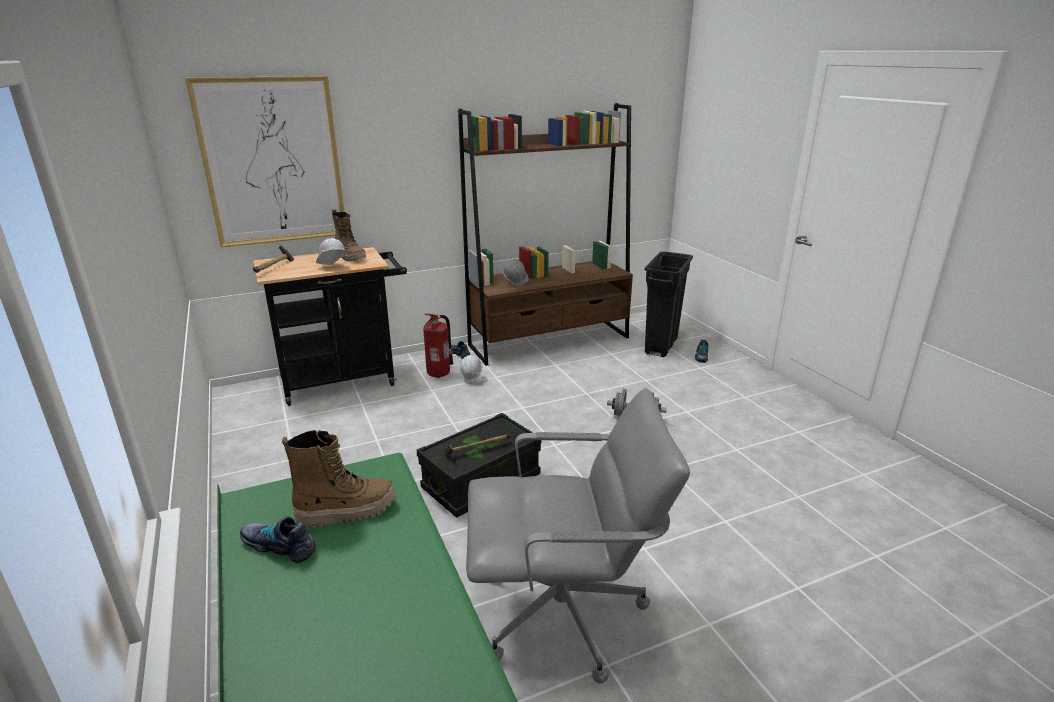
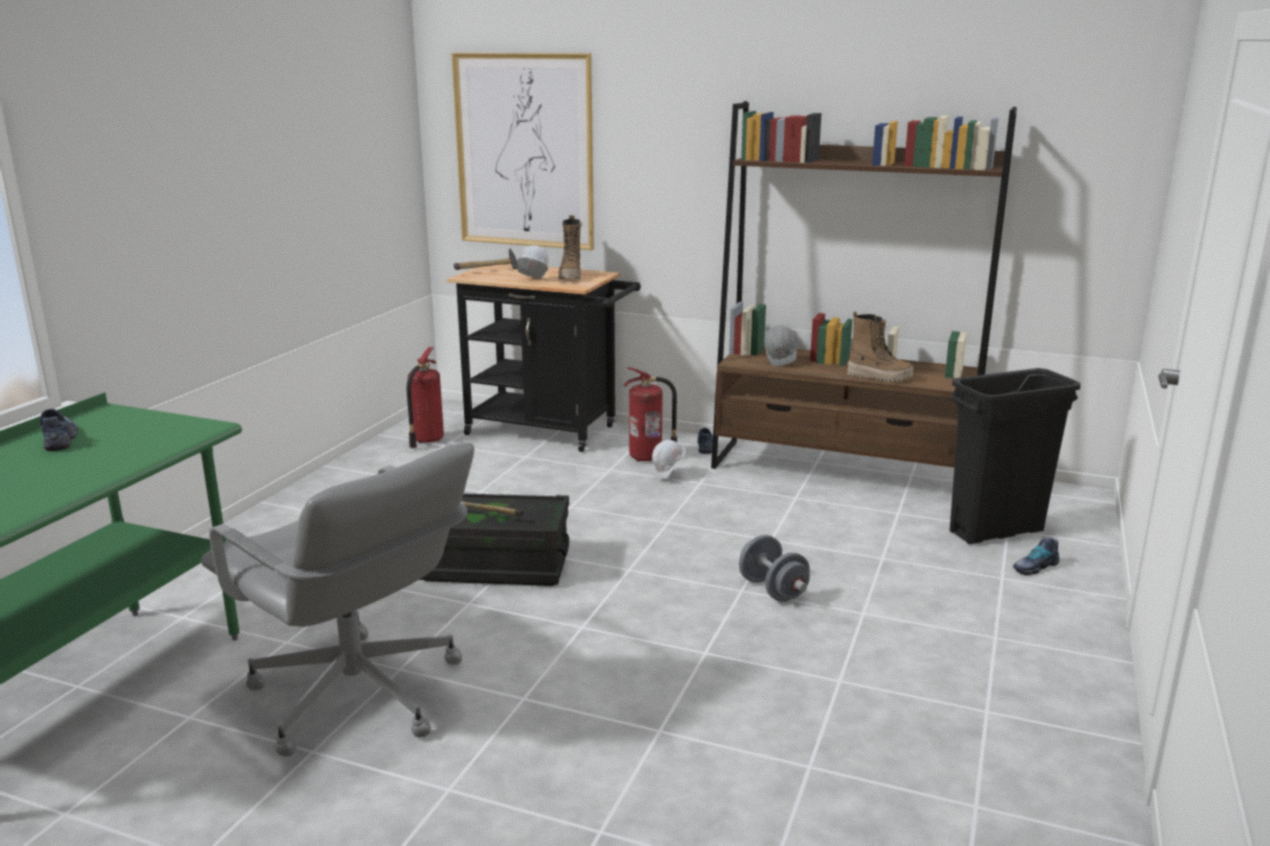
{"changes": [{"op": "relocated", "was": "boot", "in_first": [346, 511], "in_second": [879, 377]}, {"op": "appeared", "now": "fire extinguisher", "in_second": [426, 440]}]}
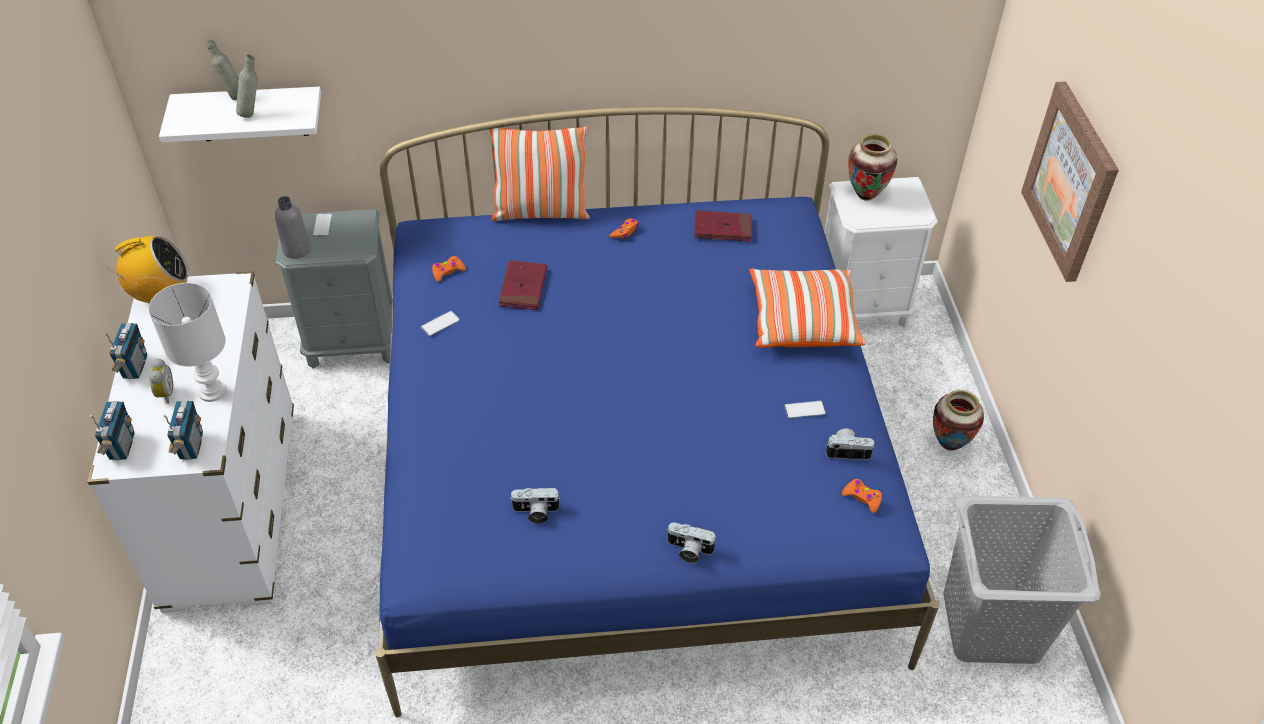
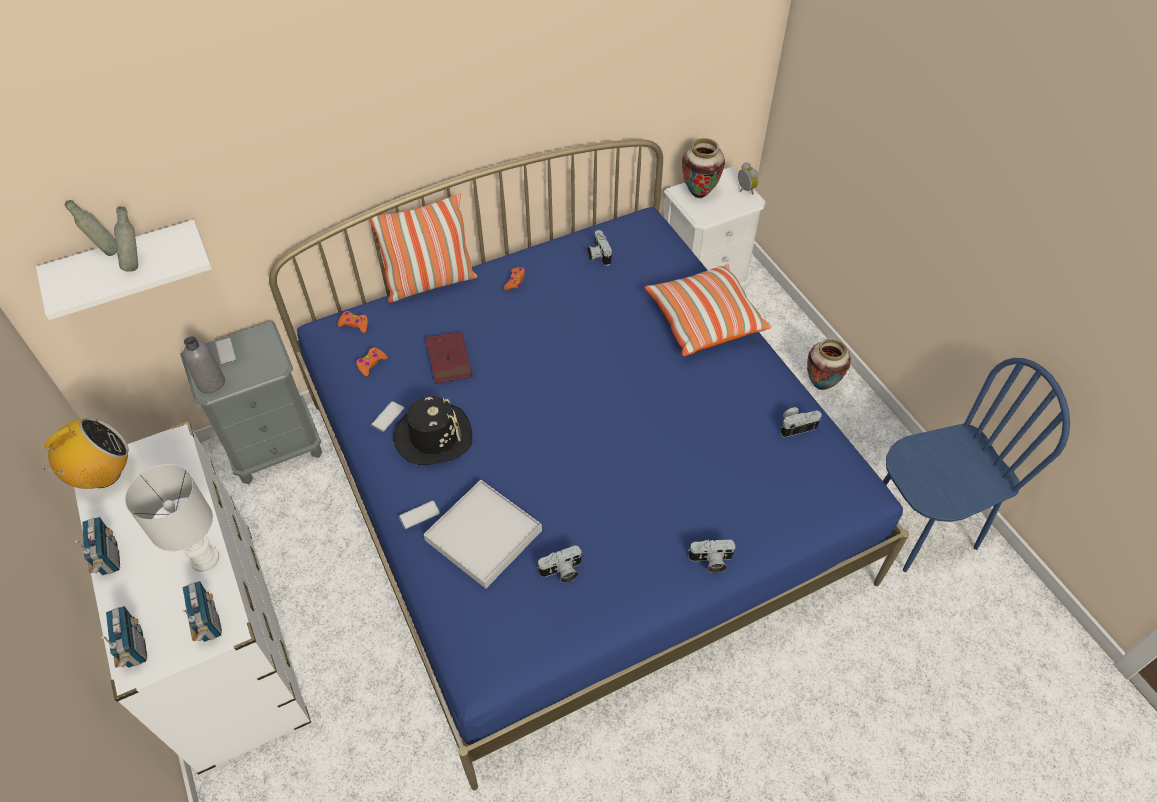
{"changes": [{"op": "missing", "was": "picture", "in_first": [1071, 181]}, {"op": "exchanged", "was": "red book", "now": "photo camera", "in_first": [722, 228], "in_second": [598, 255]}, {"op": "relocated", "was": "alarm clock", "in_first": [164, 394], "in_second": [744, 190]}, {"op": "relocated", "was": "phone", "in_first": [804, 409], "in_second": [419, 515]}, {"op": "relocated", "was": "orange game controller", "in_first": [862, 498], "in_second": [354, 324]}, {"op": "exchanged", "was": "grey laundry basket", "now": "blue chair", "in_first": [992, 626], "in_second": [920, 527]}, {"op": "appeared", "now": "black hat", "in_second": [433, 436]}, {"op": "appeared", "now": "white tray", "in_second": [483, 535]}]}
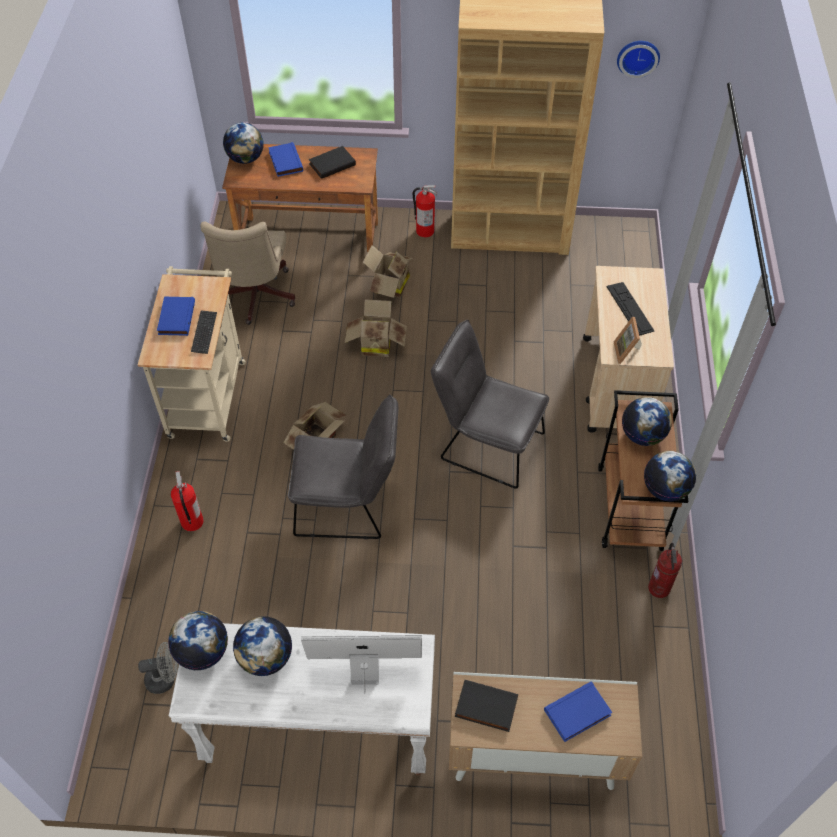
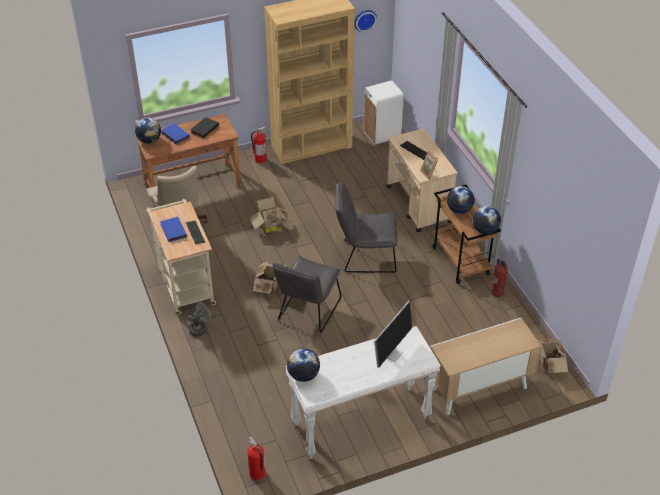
{"changes": [{"op": "relocated", "was": "cardboard box", "in_first": [389, 286], "in_second": [548, 364]}, {"op": "spun", "was": "grey chair", "in_first": [348, 505], "in_second": [307, 312], "clockwise": 135}, {"op": "relocated", "was": "fire extinguisher", "in_first": [191, 522], "in_second": [257, 474]}, {"op": "missing", "was": "globe", "in_first": [265, 658]}, {"op": "spun", "was": "monitor", "in_first": [364, 671], "in_second": [392, 353], "clockwise": 150}, {"op": "relocated", "was": "grey fan", "in_first": [165, 678], "in_second": [200, 329]}, {"op": "missing", "was": "black book", "in_first": [485, 708]}, {"op": "missing", "was": "blue book", "in_first": [577, 714]}, {"op": "appeared", "now": "white trash can", "in_second": [382, 134]}]}
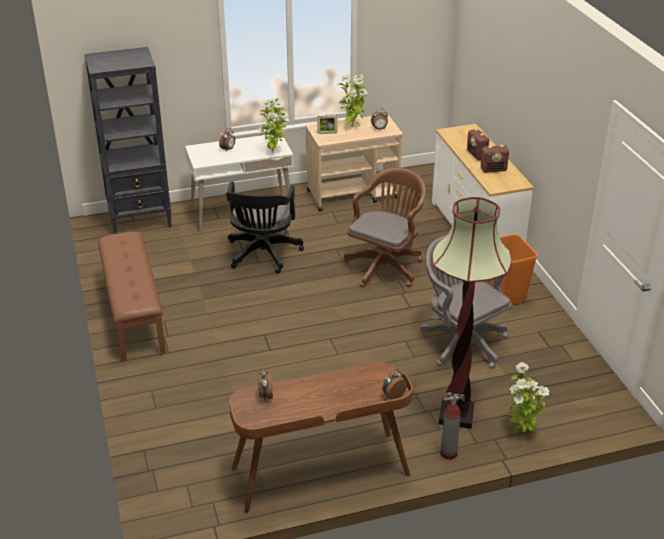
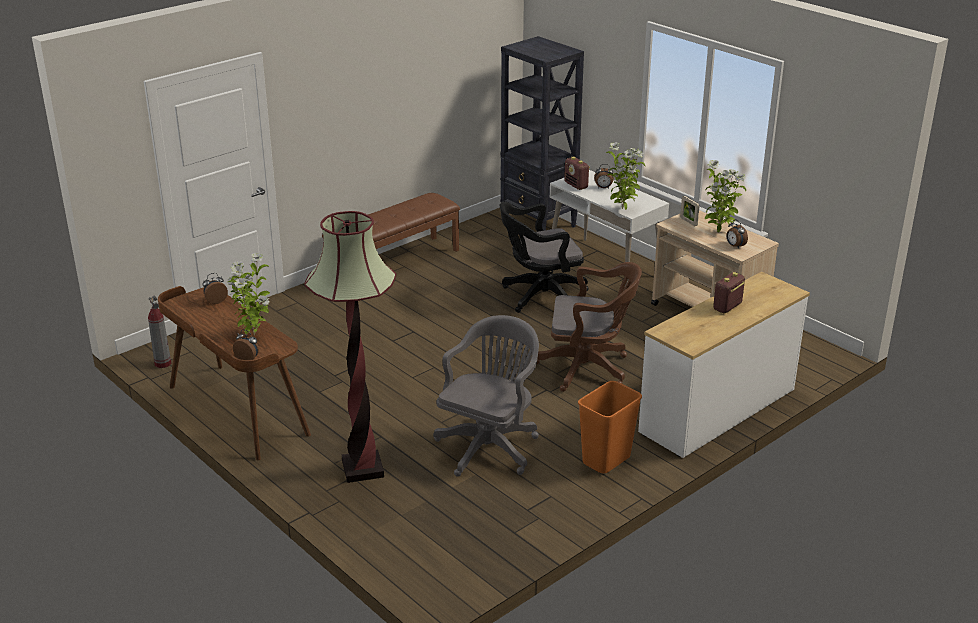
{"changes": [{"op": "relocated", "was": "radio", "in_first": [493, 170], "in_second": [576, 185]}, {"op": "relocated", "was": "potted plant", "in_first": [521, 432], "in_second": [253, 335]}, {"op": "relocated", "was": "fire extinguisher", "in_first": [448, 453], "in_second": [163, 363]}]}
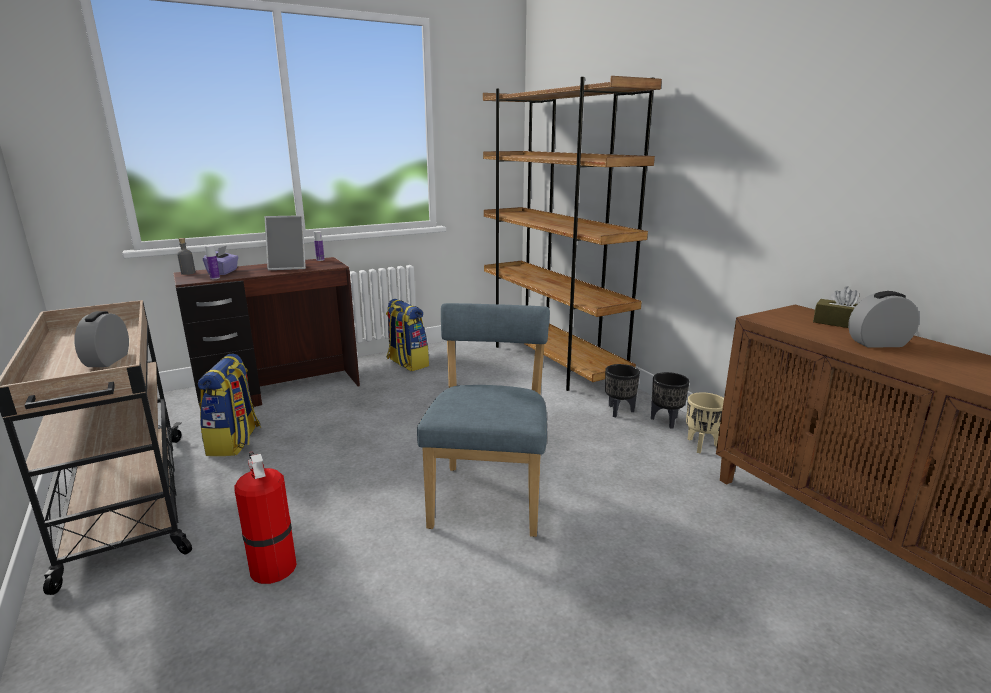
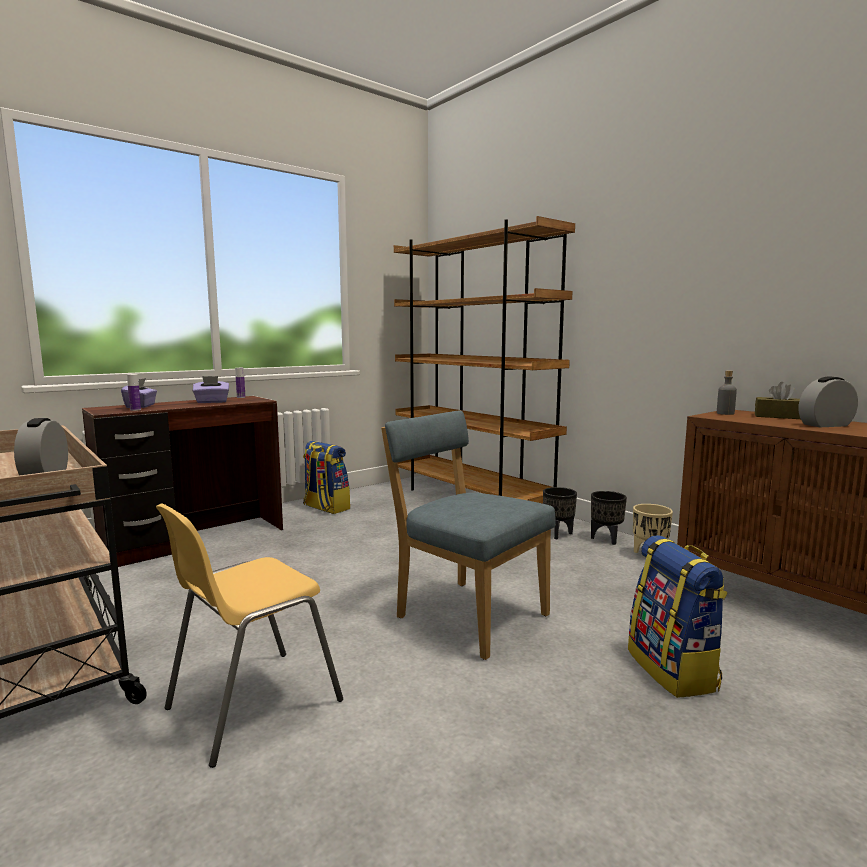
{"changes": [{"op": "exchanged", "was": "picture frame", "now": "purple tissue box", "in_first": [289, 267], "in_second": [212, 402]}, {"op": "relocated", "was": "grey bottle", "in_first": [188, 273], "in_second": [725, 413]}, {"op": "spun", "was": "blue chair", "in_first": [489, 495], "in_second": [466, 614], "clockwise": -45}, {"op": "relocated", "was": "backpack", "in_first": [234, 442], "in_second": [673, 670]}, {"op": "exchanged", "was": "fire extinguisher", "now": "yellow chair", "in_first": [272, 566], "in_second": [251, 704]}]}
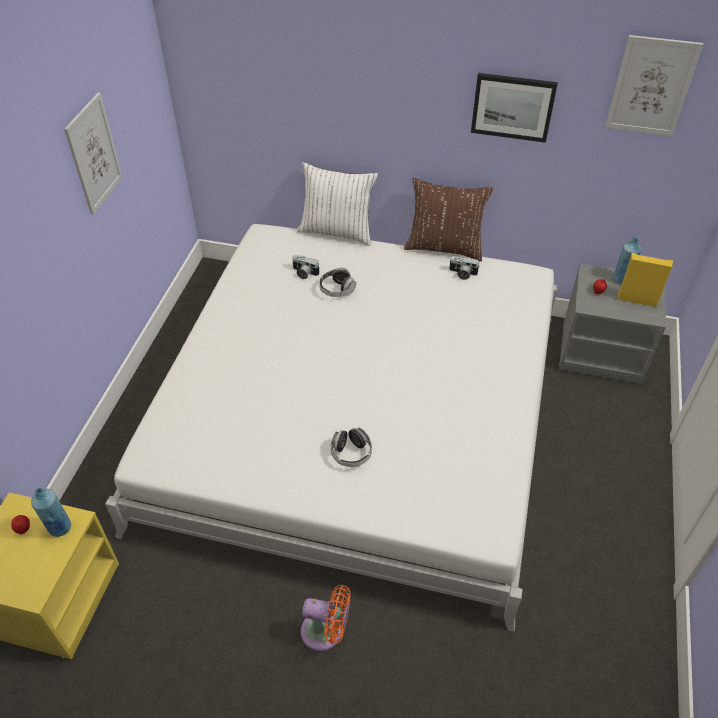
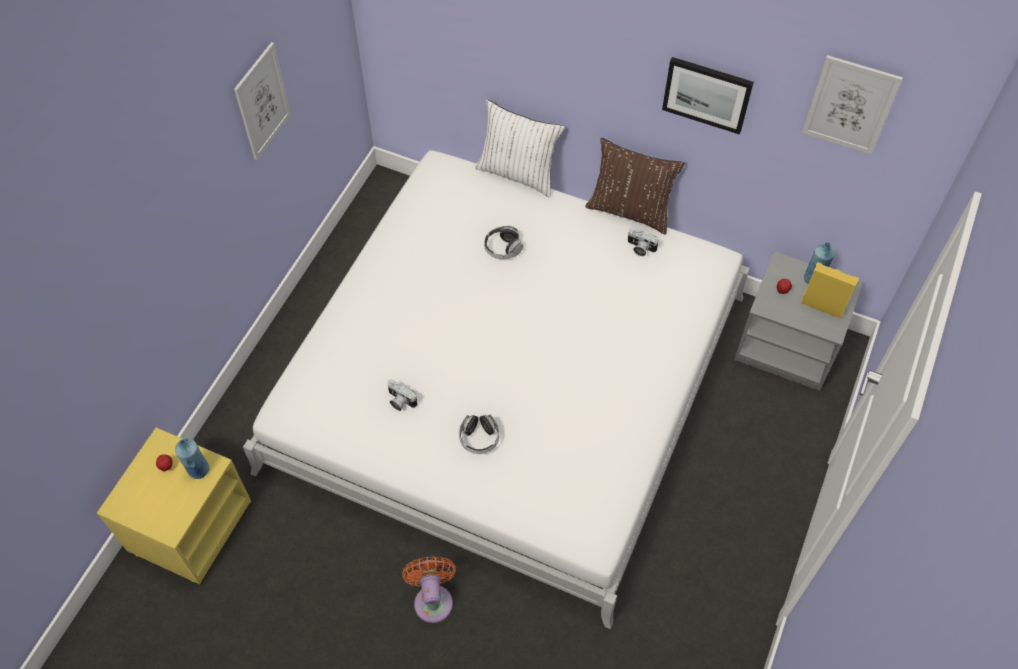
{"changes": [{"op": "relocated", "was": "photo camera", "in_first": [304, 273], "in_second": [400, 401]}, {"op": "spun", "was": "orange fan", "in_first": [326, 632], "in_second": [433, 599], "clockwise": -120}]}
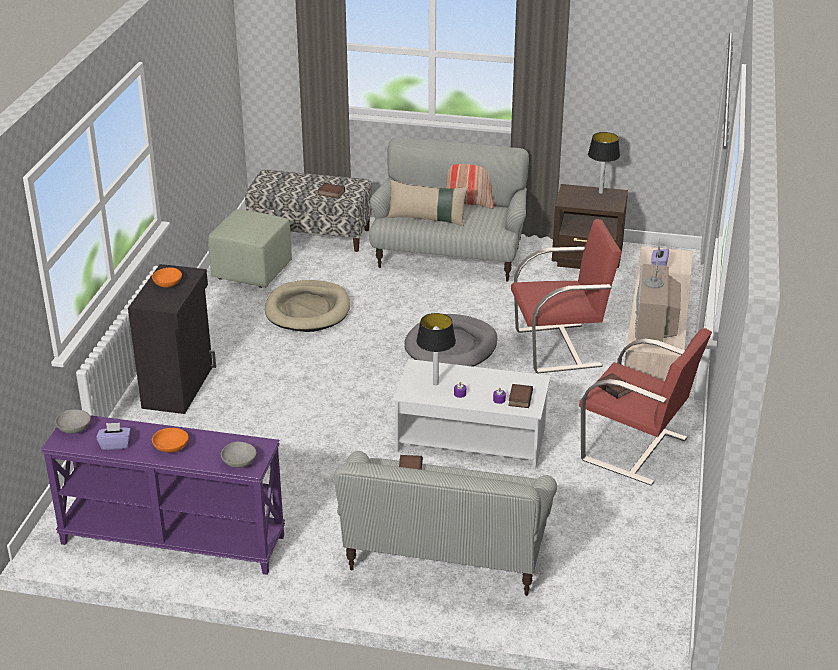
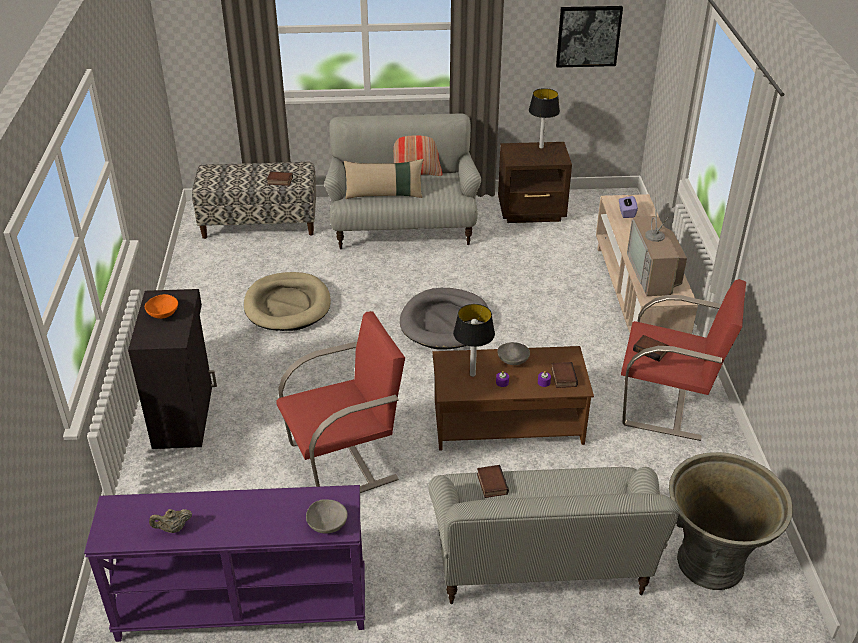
{"changes": [{"op": "missing", "was": "green ottoman", "in_first": [252, 271]}, {"op": "relocated", "was": "red armchair", "in_first": [559, 348], "in_second": [344, 460]}, {"op": "colour", "was": "white coffee table", "now": "brown coffee table", "in_first": [470, 439], "in_second": [506, 421]}, {"op": "relocated", "was": "grey bowl", "in_first": [74, 429], "in_second": [512, 361]}, {"op": "exchanged", "was": "purple tissue box", "now": "beige teapot", "in_first": [115, 444], "in_second": [173, 529]}, {"op": "missing", "was": "orange bowl", "in_first": [171, 447]}, {"op": "appeared", "now": "picture", "in_second": [588, 36]}, {"op": "appeared", "now": "grey planter", "in_second": [711, 565]}]}
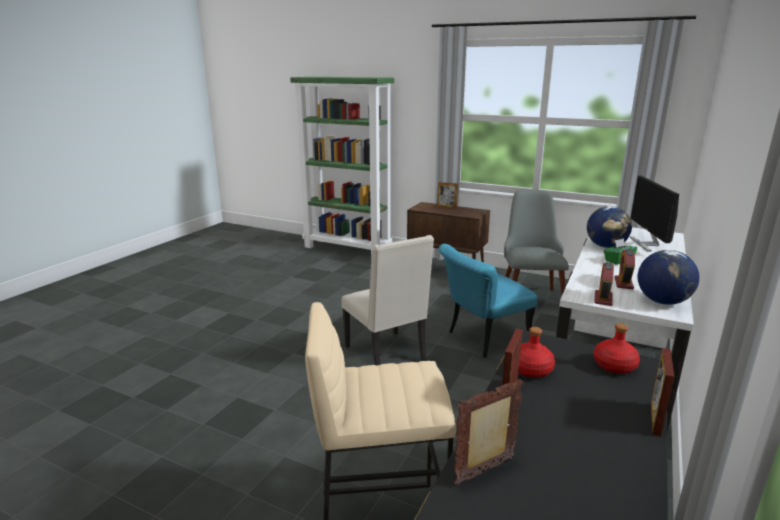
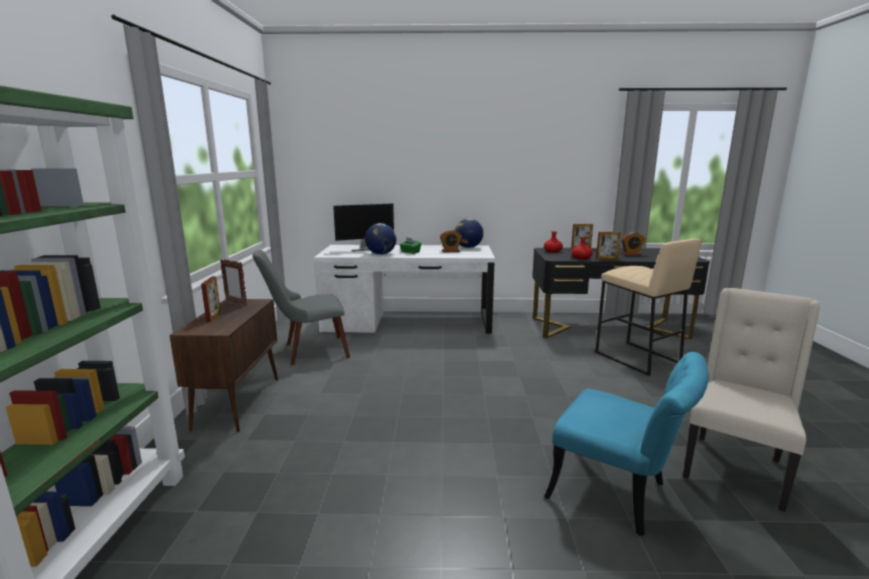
{"changes": [{"op": "relocated", "was": "beige chair", "in_first": [387, 354], "in_second": [734, 468]}, {"op": "relocated", "was": "turquoise chair", "in_first": [482, 339], "in_second": [619, 495]}, {"op": "relocated", "was": "alarm clock", "in_first": [603, 299], "in_second": [631, 254]}, {"op": "relocated", "was": "picture frame", "in_first": [485, 471], "in_second": [236, 303]}]}
